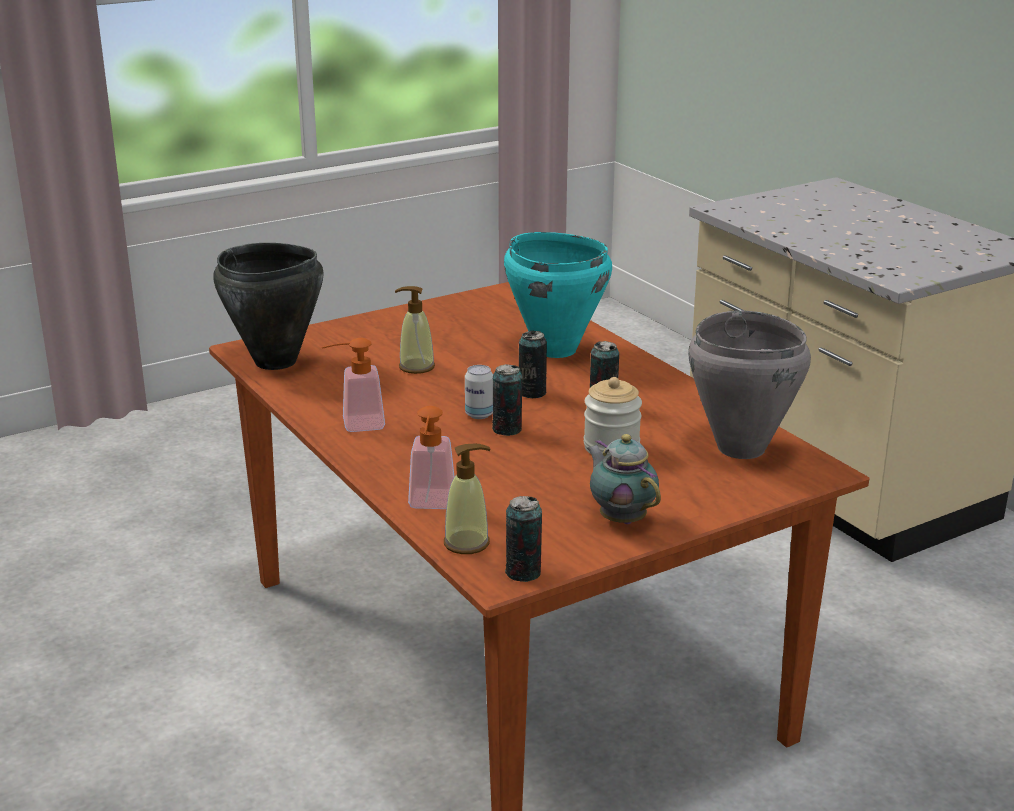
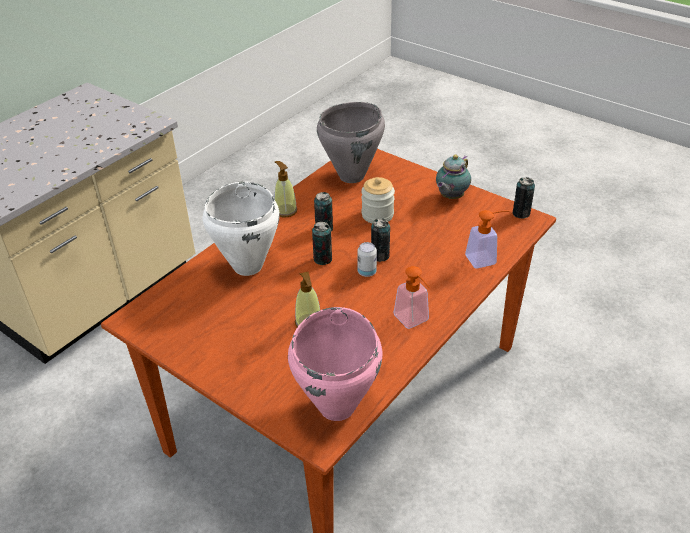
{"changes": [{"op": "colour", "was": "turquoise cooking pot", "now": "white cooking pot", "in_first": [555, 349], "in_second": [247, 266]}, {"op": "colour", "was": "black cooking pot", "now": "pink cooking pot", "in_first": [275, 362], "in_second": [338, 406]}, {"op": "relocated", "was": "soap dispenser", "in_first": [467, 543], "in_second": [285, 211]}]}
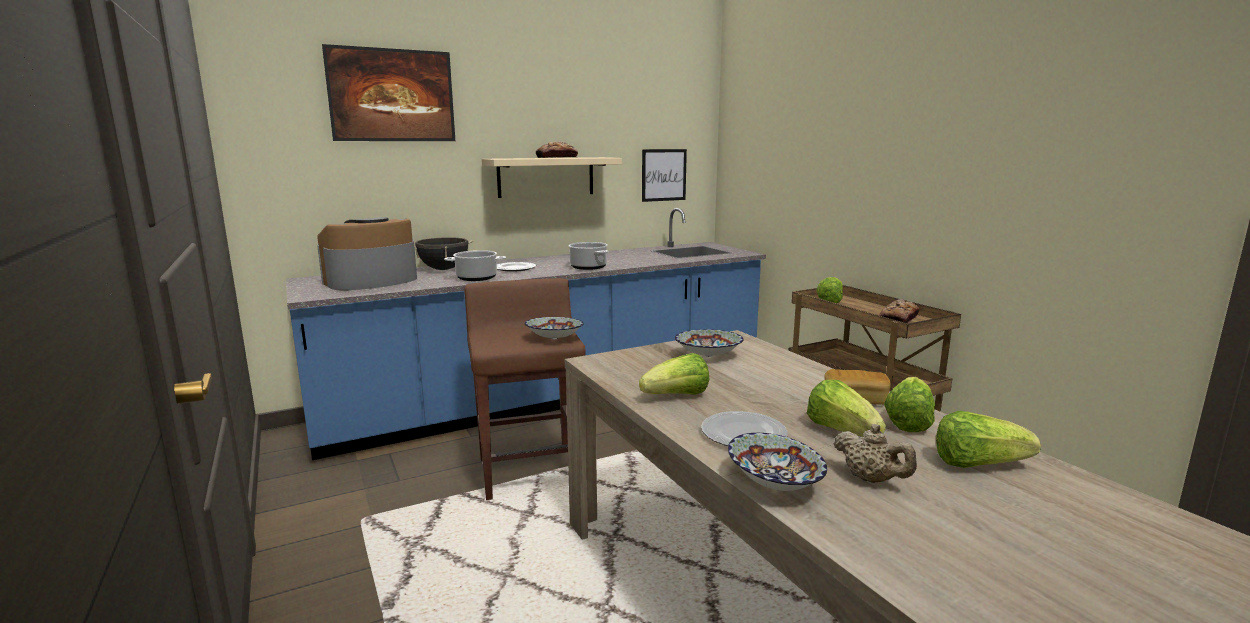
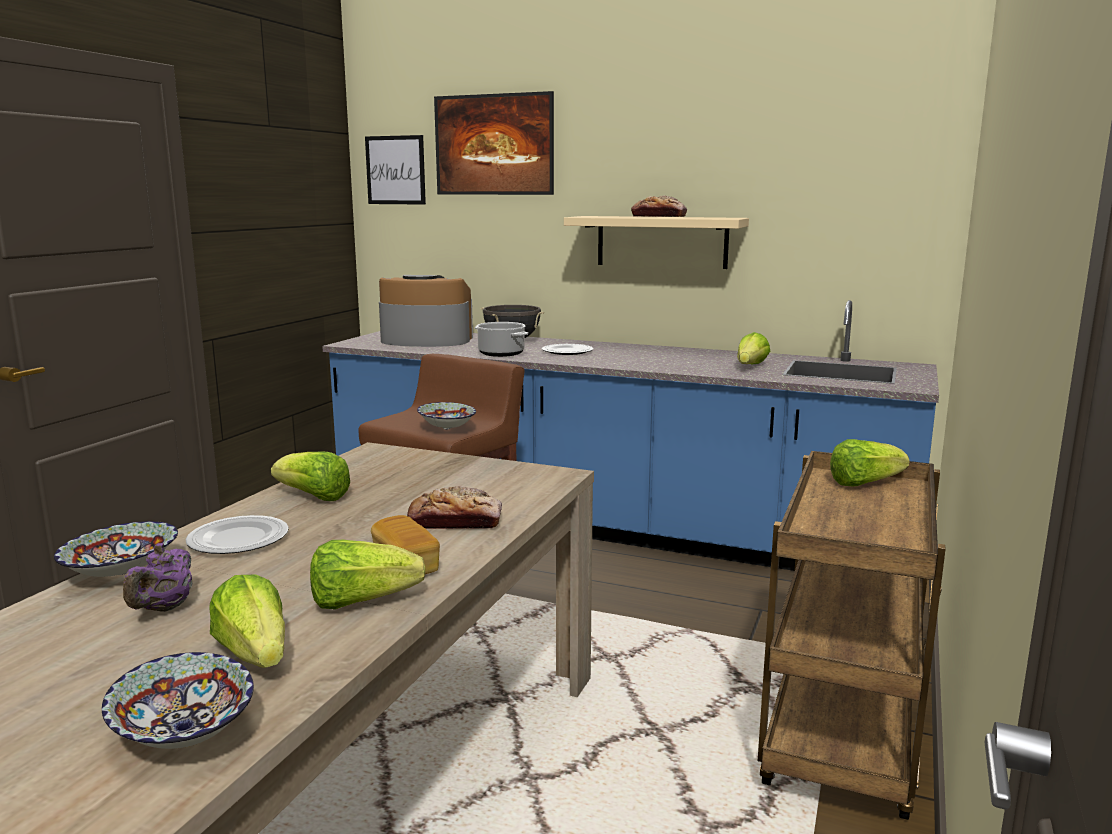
{"changes": [{"op": "relocated", "was": "picture", "in_first": [663, 175], "in_second": [395, 170]}, {"op": "missing", "was": "cooking pot", "in_first": [588, 267]}, {"op": "relocated", "was": "bread", "in_first": [898, 319], "in_second": [455, 522]}, {"op": "relocated", "was": "bowl", "in_first": [708, 355], "in_second": [186, 733]}, {"op": "relocated", "was": "lettuce", "in_first": [841, 431], "in_second": [750, 366]}, {"op": "colour", "was": "beige teapot", "now": "purple teapot", "in_first": [871, 479], "in_second": [164, 608]}]}
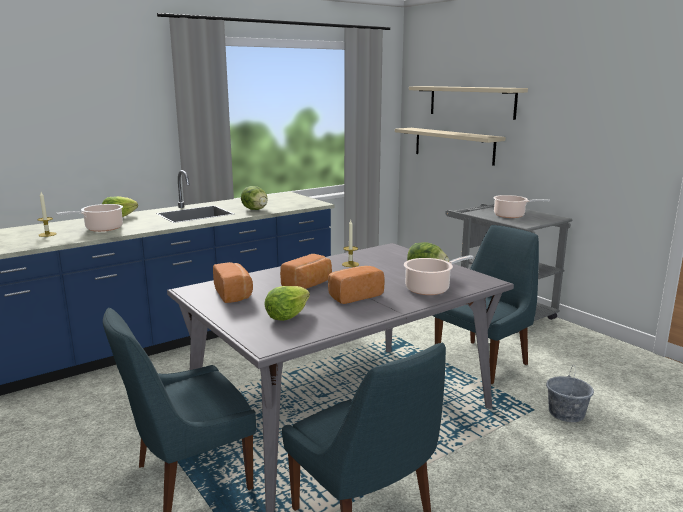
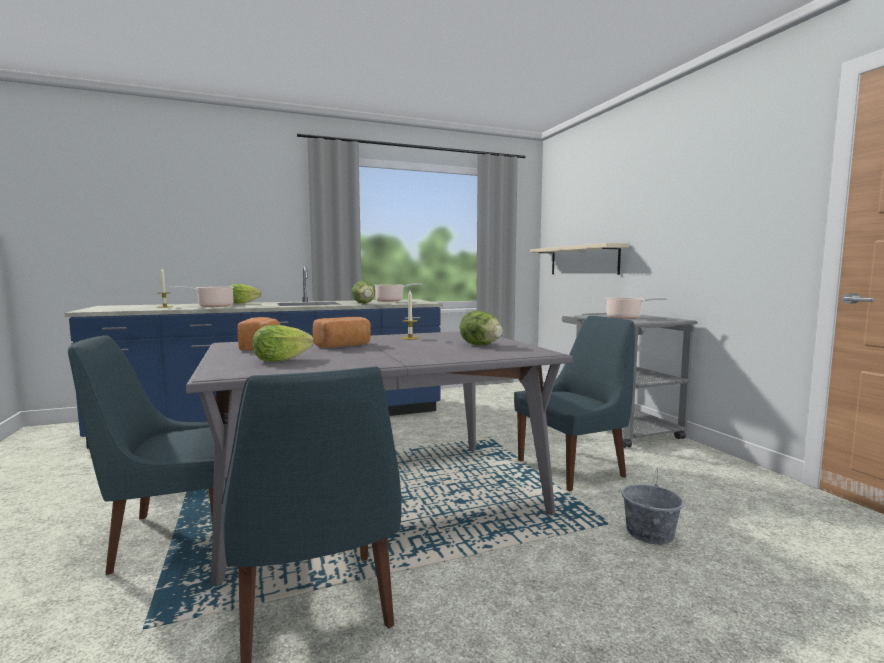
{"changes": [{"op": "missing", "was": "beige shelf", "in_first": [471, 101]}, {"op": "relocated", "was": "cooking pot", "in_first": [430, 289], "in_second": [391, 300]}, {"op": "missing", "was": "bread", "in_first": [354, 296]}]}
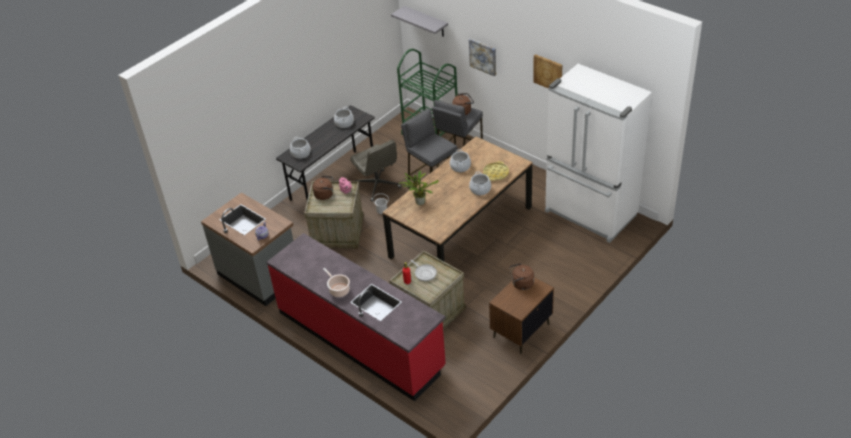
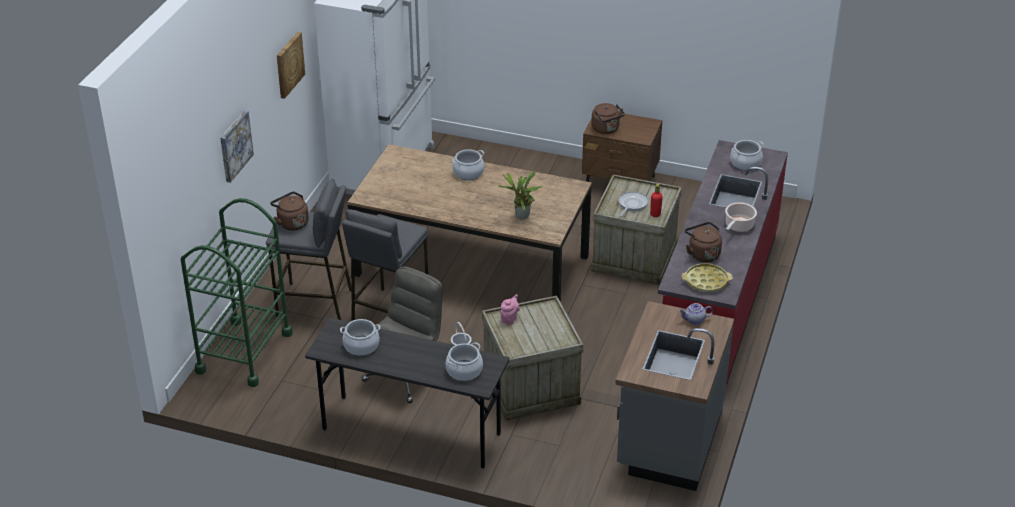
{"changes": [{"op": "missing", "was": "grey shelf", "in_first": [426, 21]}, {"op": "relocated", "was": "cooking pot", "in_first": [460, 167], "in_second": [745, 163]}, {"op": "relocated", "was": "yellow tray", "in_first": [496, 173], "in_second": [706, 281]}, {"op": "relocated", "was": "brown kettle", "in_first": [325, 194], "in_second": [702, 254]}]}
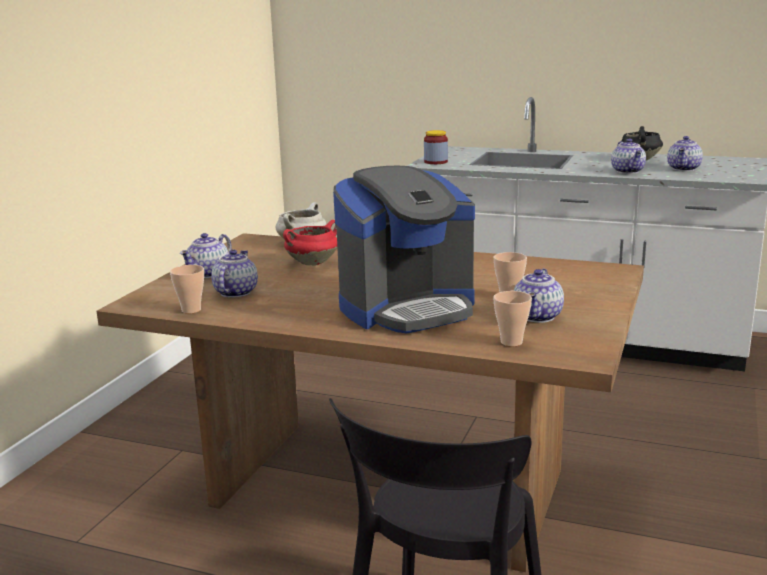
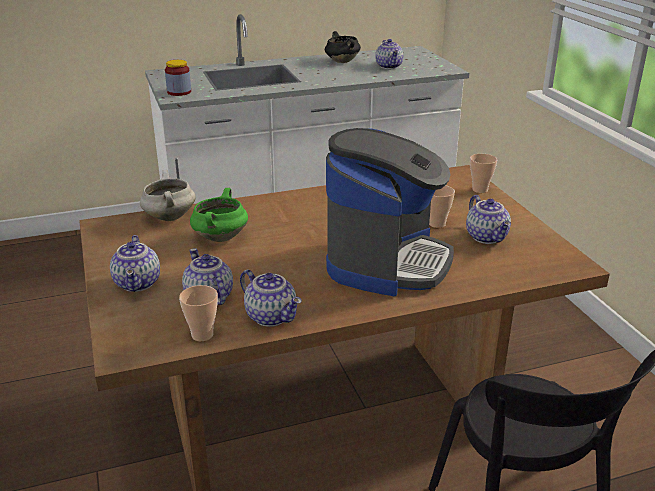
{"changes": [{"op": "relocated", "was": "teapot", "in_first": [628, 171], "in_second": [272, 316]}, {"op": "colour", "was": "red cooking pot", "now": "green cooking pot", "in_first": [313, 263], "in_second": [220, 237]}, {"op": "relocated", "was": "cup", "in_first": [511, 342], "in_second": [480, 190]}]}
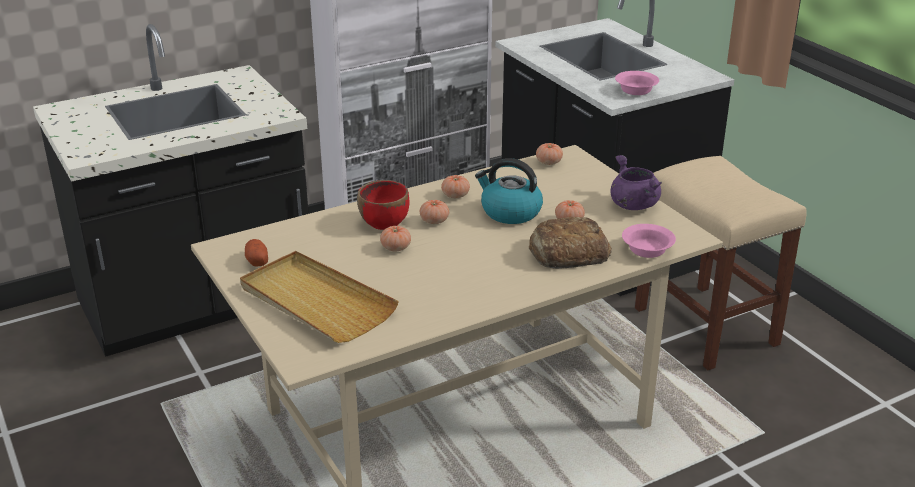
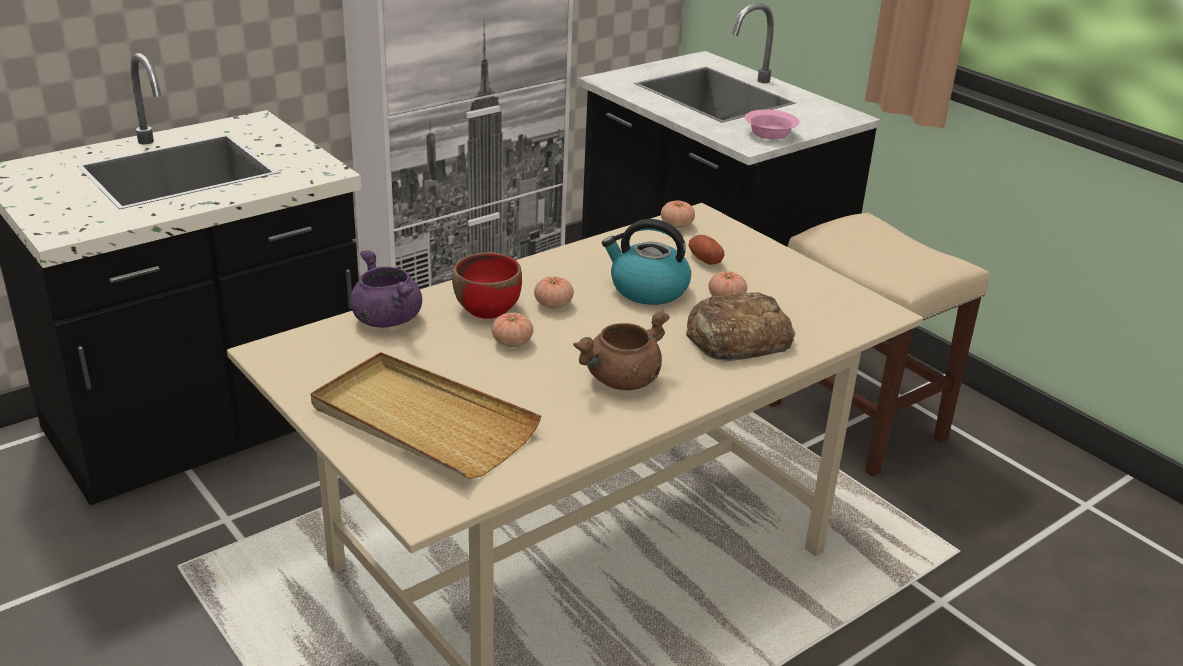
{"changes": [{"op": "relocated", "was": "purple cooking pot", "in_first": [633, 205], "in_second": [385, 319]}, {"op": "missing", "was": "tomato", "in_first": [455, 195]}, {"op": "missing", "was": "pink bowl", "in_first": [647, 250]}, {"op": "relocated", "was": "potato", "in_first": [257, 261], "in_second": [704, 259]}, {"op": "appeared", "now": "brown cooking pot", "in_second": [621, 380]}]}
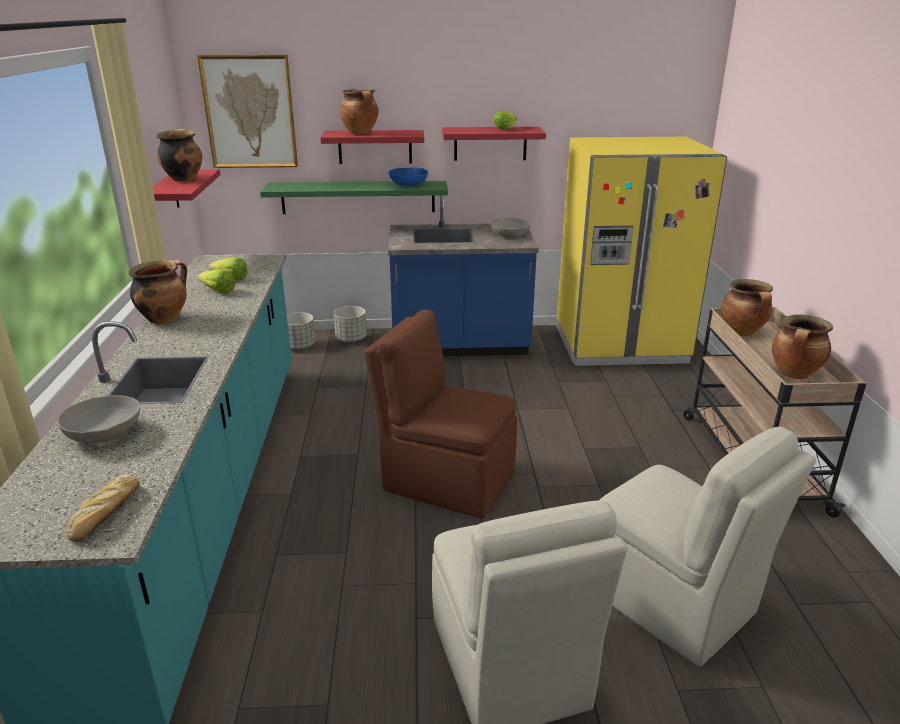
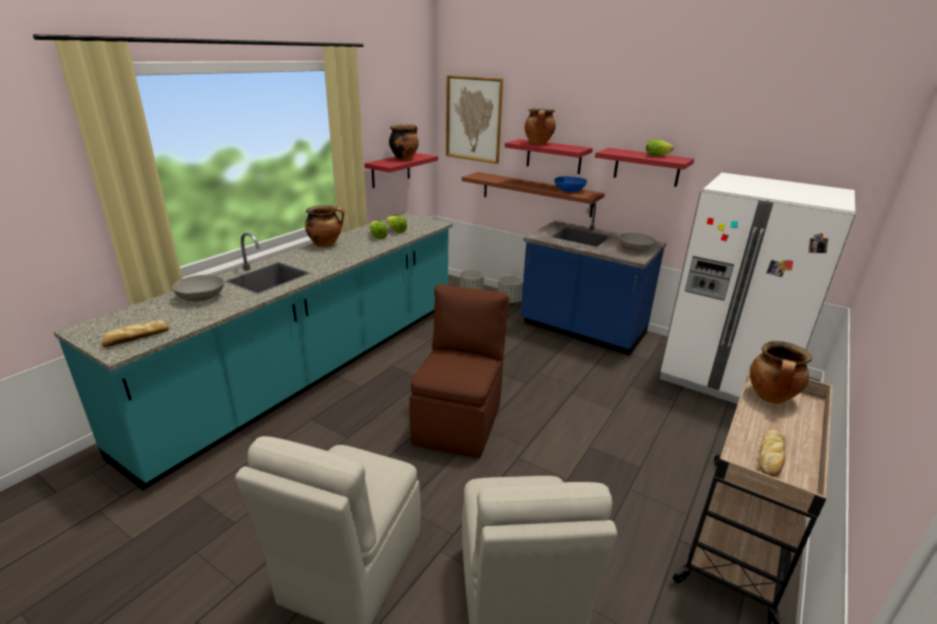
{"changes": [{"op": "colour", "was": "yellow fridge", "now": "white fridge", "in_first": [620, 345], "in_second": [724, 377]}, {"op": "colour", "was": "green shelf", "now": "brown shelf", "in_first": [358, 197], "in_second": [536, 194]}, {"op": "spun", "was": "brown chair", "in_first": [446, 480], "in_second": [459, 421], "clockwise": 45}, {"op": "exchanged", "was": "cooking pot", "now": "bread", "in_first": [795, 374], "in_second": [770, 457]}]}
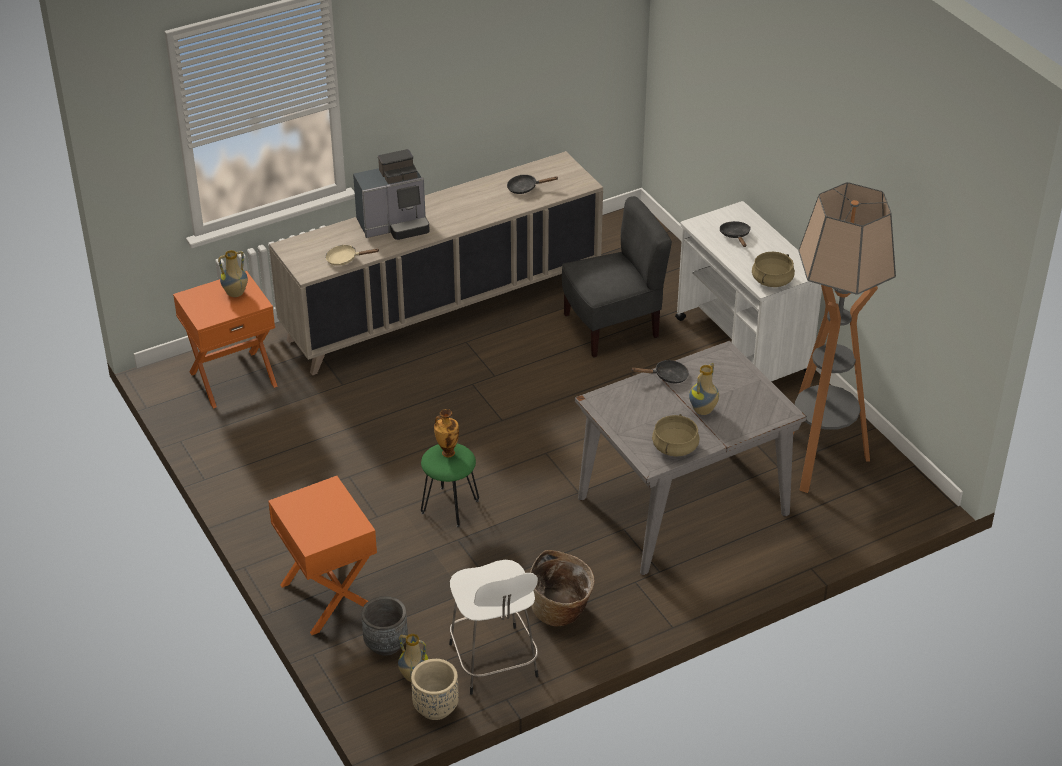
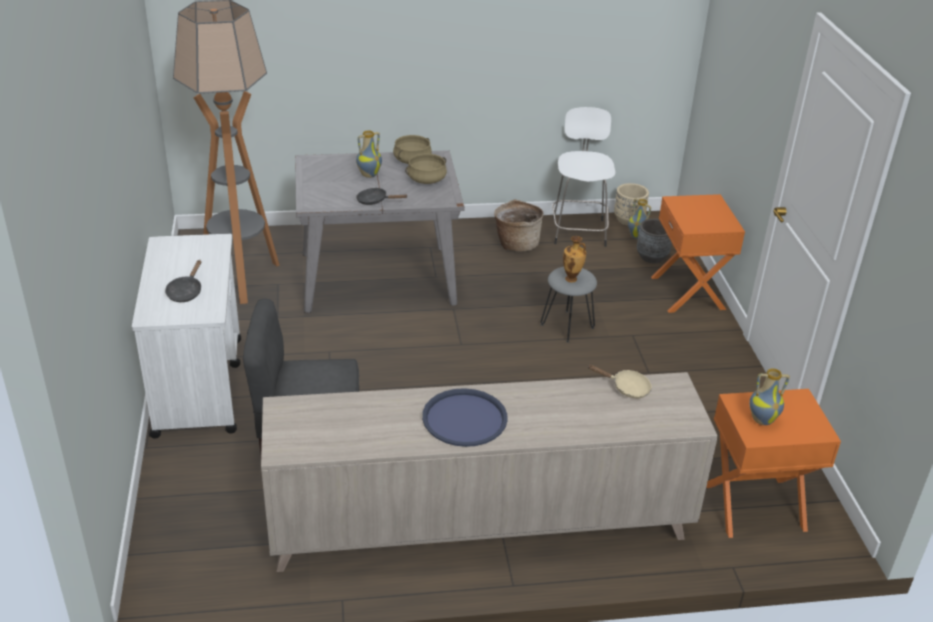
{"changes": [{"op": "missing", "was": "coffee machine", "in_first": [395, 225]}, {"op": "missing", "was": "black frying pan", "in_first": [525, 188]}, {"op": "relocated", "was": "beige cooking pot", "in_first": [772, 280], "in_second": [426, 179]}, {"op": "colour", "was": "green stool", "now": "grey stool", "in_first": [449, 507], "in_second": [567, 326]}, {"op": "appeared", "now": "blue tray", "in_second": [464, 418]}]}
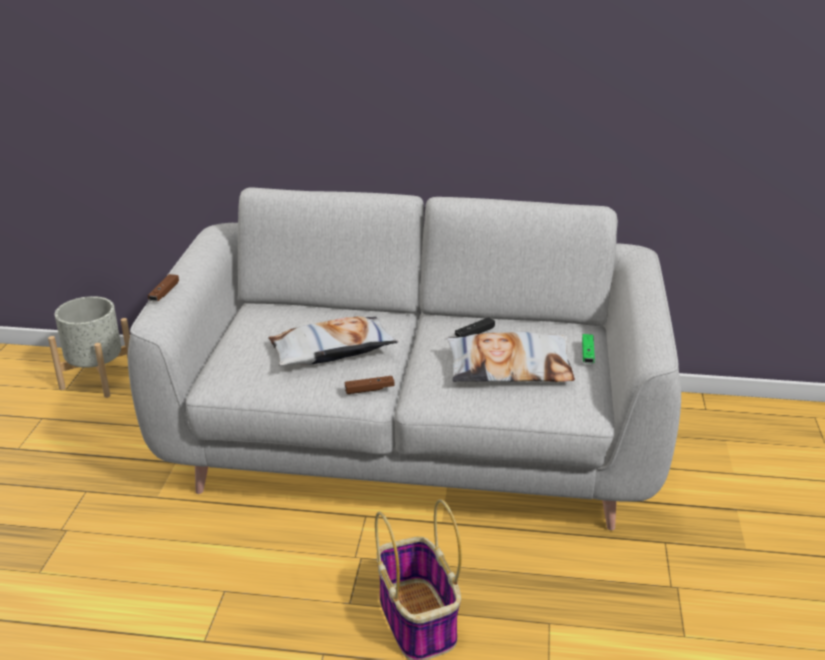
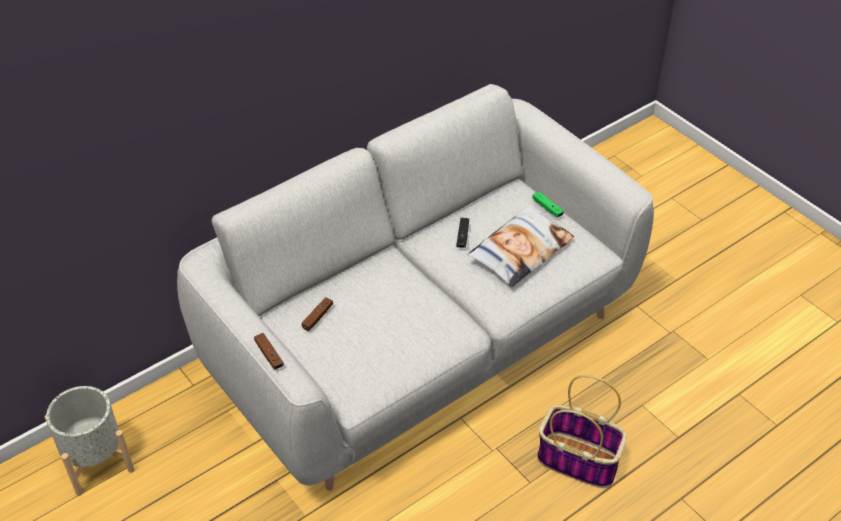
{"changes": [{"op": "missing", "was": "pillow", "in_first": [332, 350]}, {"op": "relocated", "was": "brown game controller", "in_first": [369, 389], "in_second": [317, 317]}]}
